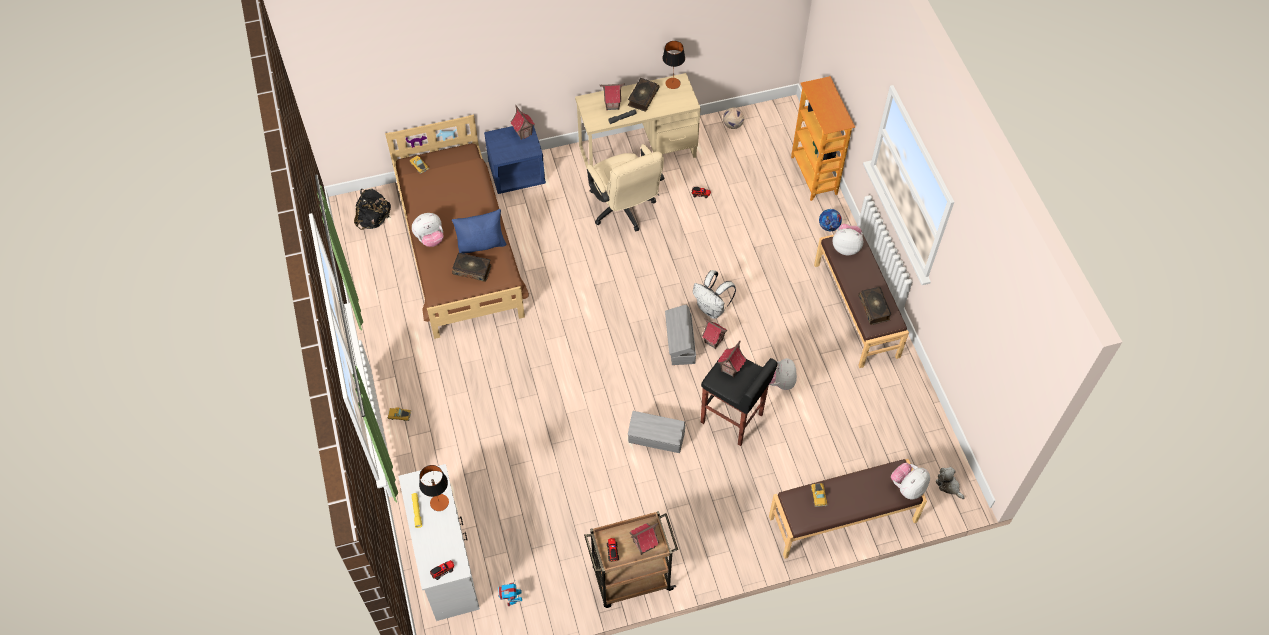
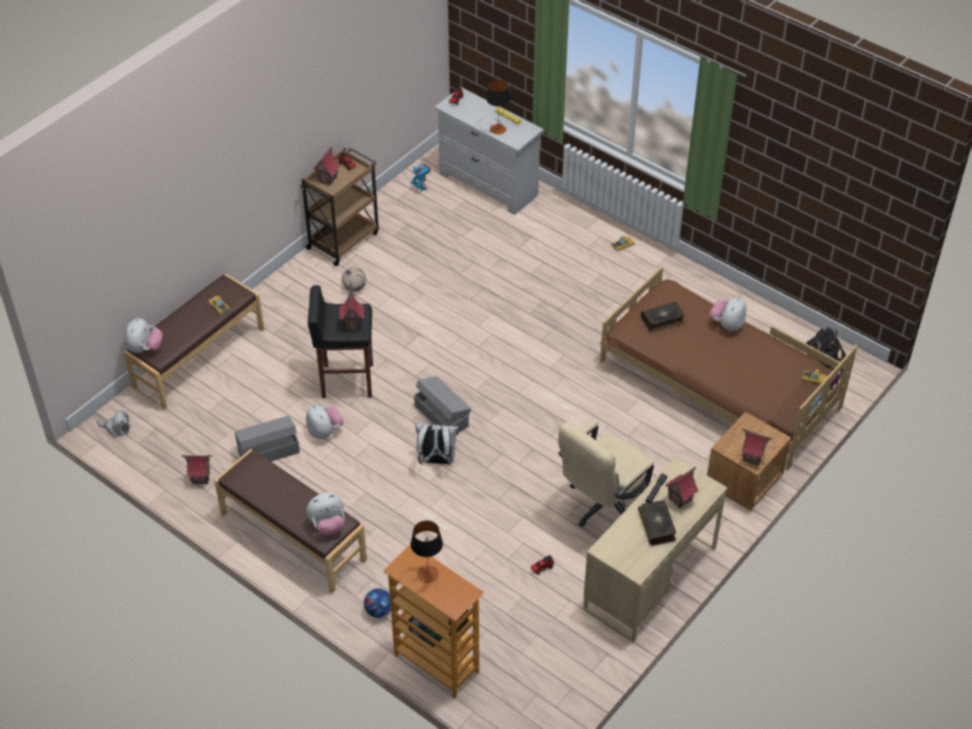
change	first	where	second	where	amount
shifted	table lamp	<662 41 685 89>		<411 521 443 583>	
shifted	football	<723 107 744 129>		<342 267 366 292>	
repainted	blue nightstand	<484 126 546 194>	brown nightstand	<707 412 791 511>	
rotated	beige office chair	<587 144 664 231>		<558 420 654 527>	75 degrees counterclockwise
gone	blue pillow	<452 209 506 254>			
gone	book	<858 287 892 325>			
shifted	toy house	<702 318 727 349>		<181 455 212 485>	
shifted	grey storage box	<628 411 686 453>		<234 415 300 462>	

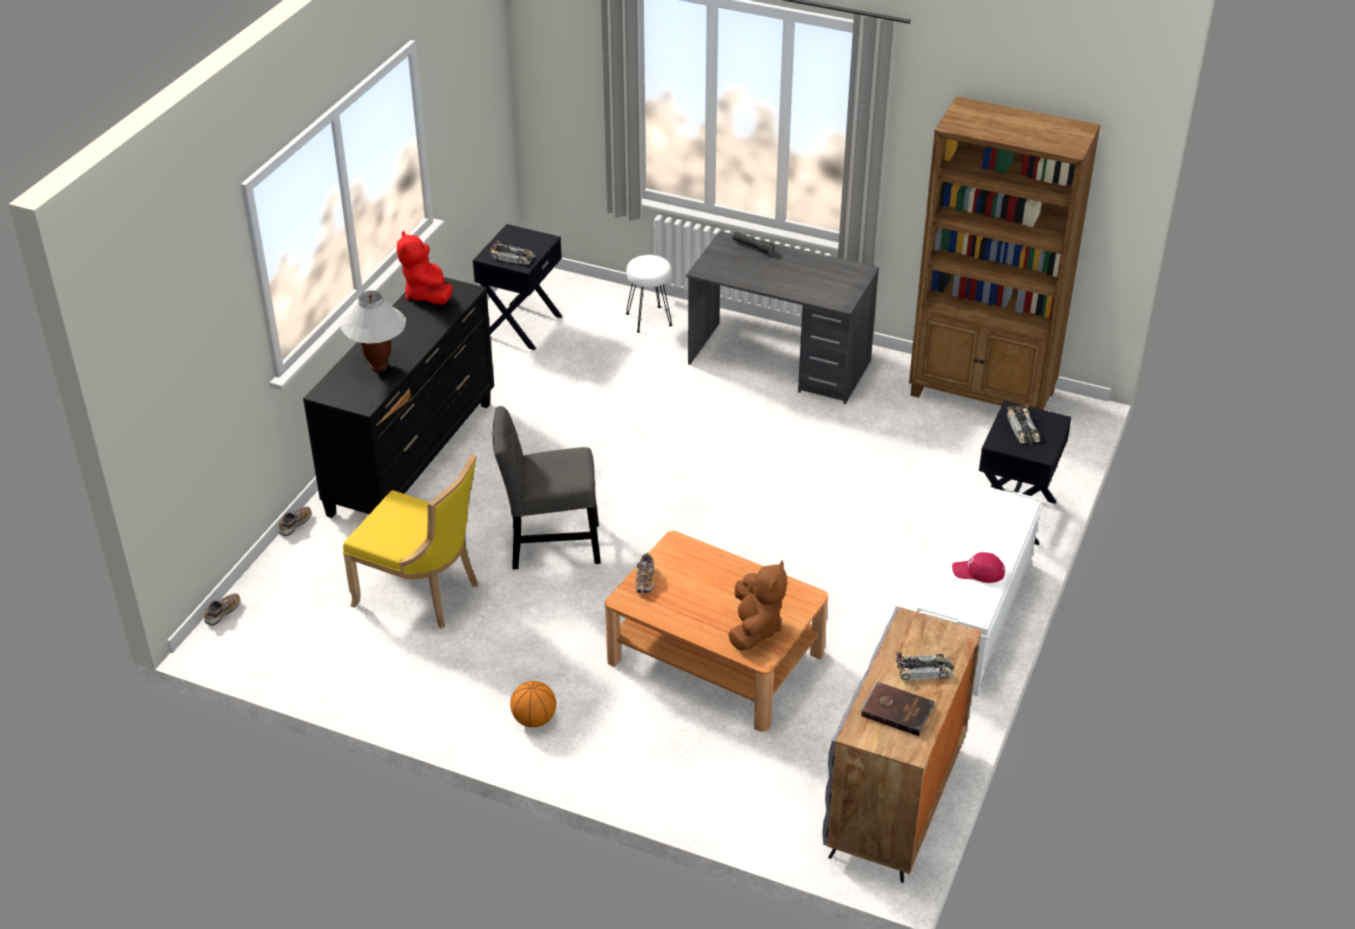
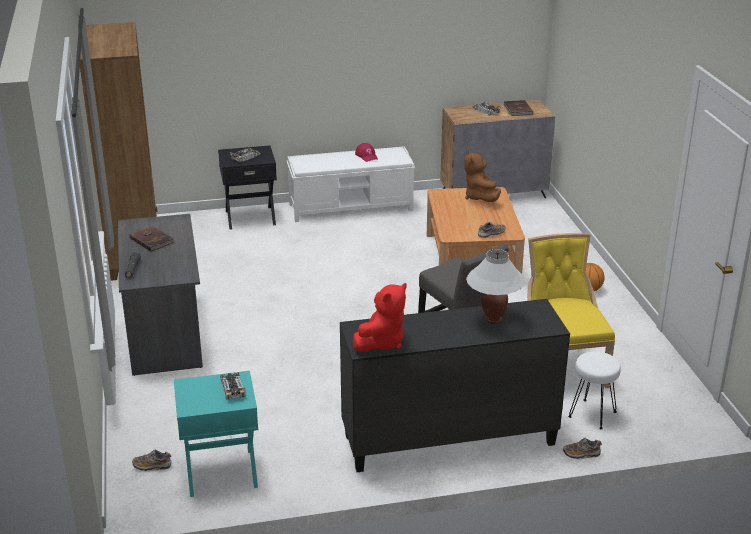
change	first	where	second	where	amount
repainted	black nightstand	<473 224 562 350>	turquoise nightstand	<174 371 258 497>	
shifted	white stool	<626 255 672 333>		<568 351 621 429>	
rotated	brown plush toy	<728 560 787 651>		<464 150 501 202>	75 degrees counterclockwise
shifted	shoe	<204 593 241 626>		<132 449 171 472>	
new			brown book	<129 226 174 252>	

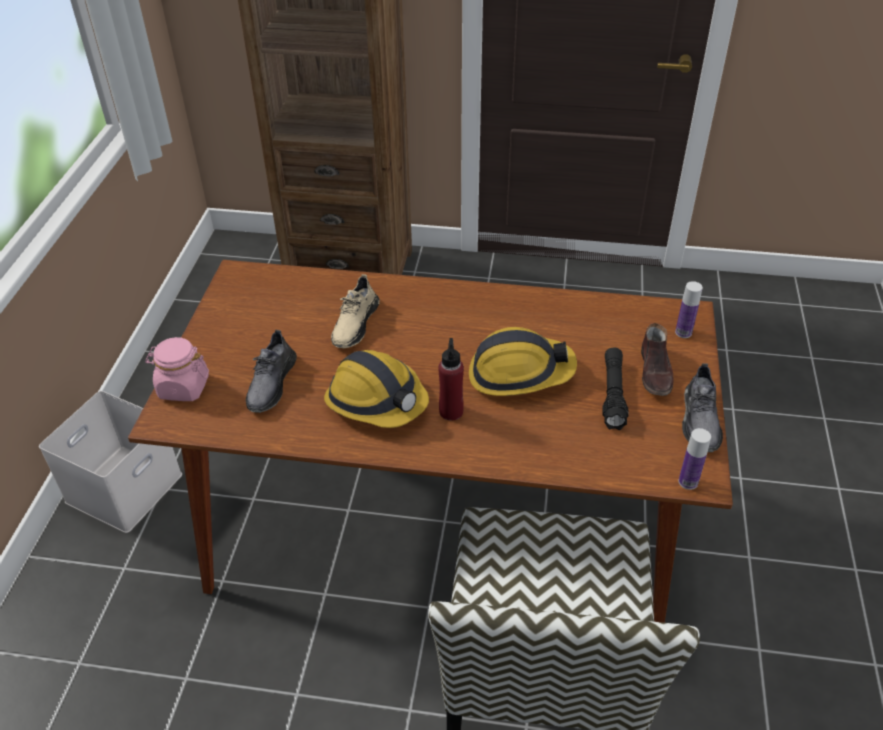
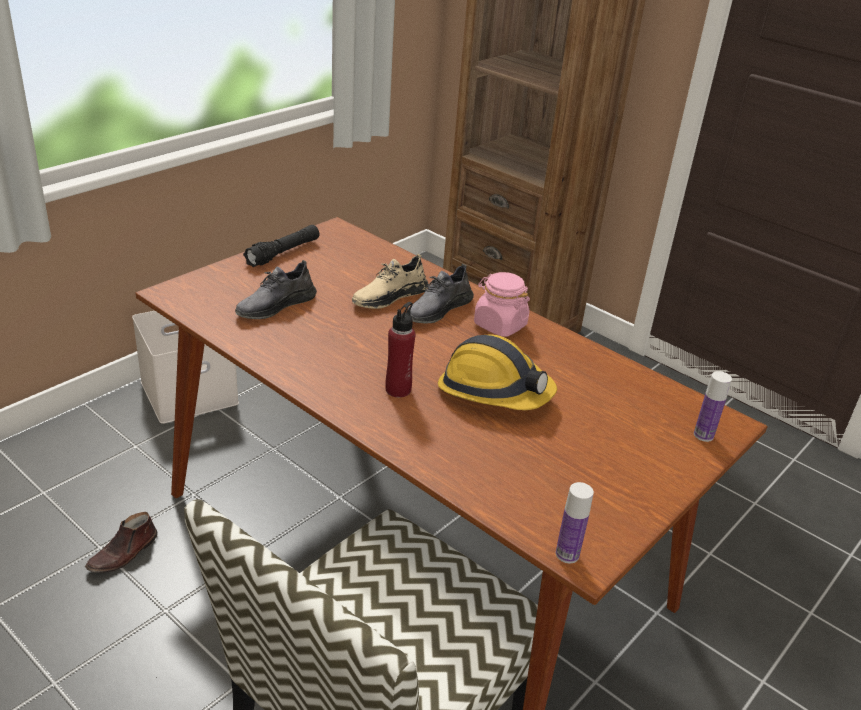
change	first	where	second	where	amount
shifted	brown shoe	<641 323 674 396>		<85 512 157 573>	
shifted	pink jar	<145 337 209 401>		<474 272 530 337>	
shifted	black flashlight	<602 348 629 430>		<243 225 320 267>	
gone	hard hat	<324 350 429 428>			
shifted	grey shoe	<682 363 723 452>		<407 264 474 323>	

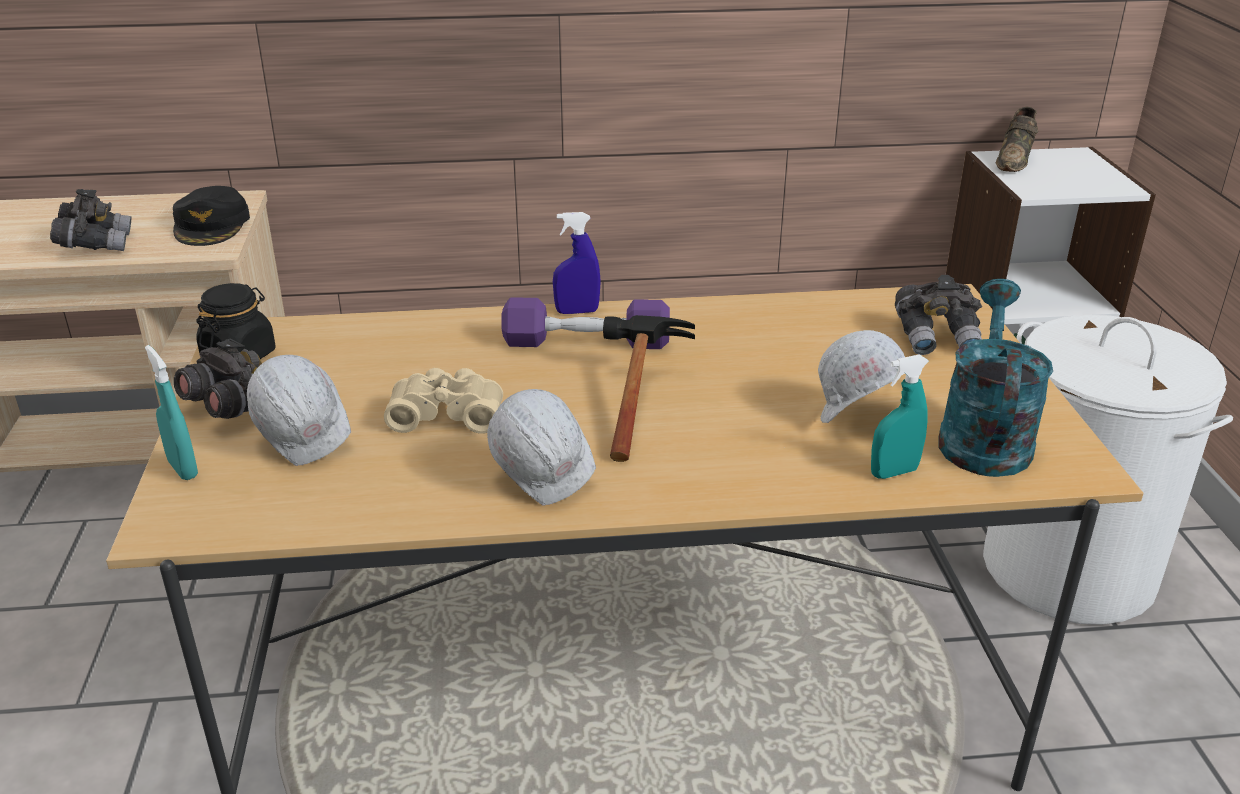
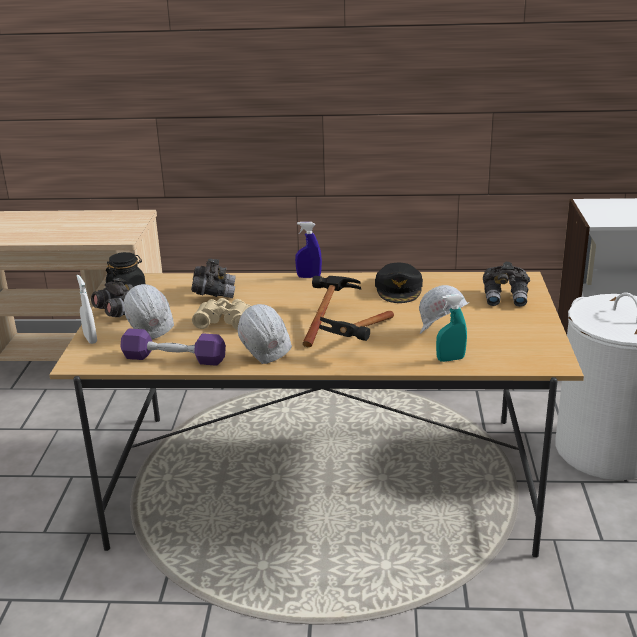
change	first	where	second	where	amount
gone	brown shoe	<996 107 1038 172>			
shifted	black cap	<173 186 250 246>		<375 263 423 303>	
shifted	grey binoculars	<50 189 131 251>		<191 259 236 298>	
gone	turquoise watering can	<938 279 1053 477>			
shifted	purple dumbbell	<501 297 670 349>		<121 328 226 366>	
repainted	turquoise spray bottle	<145 345 198 480>	white spray bottle	<77 275 97 344>	
new			hammer	<319 311 394 341>	

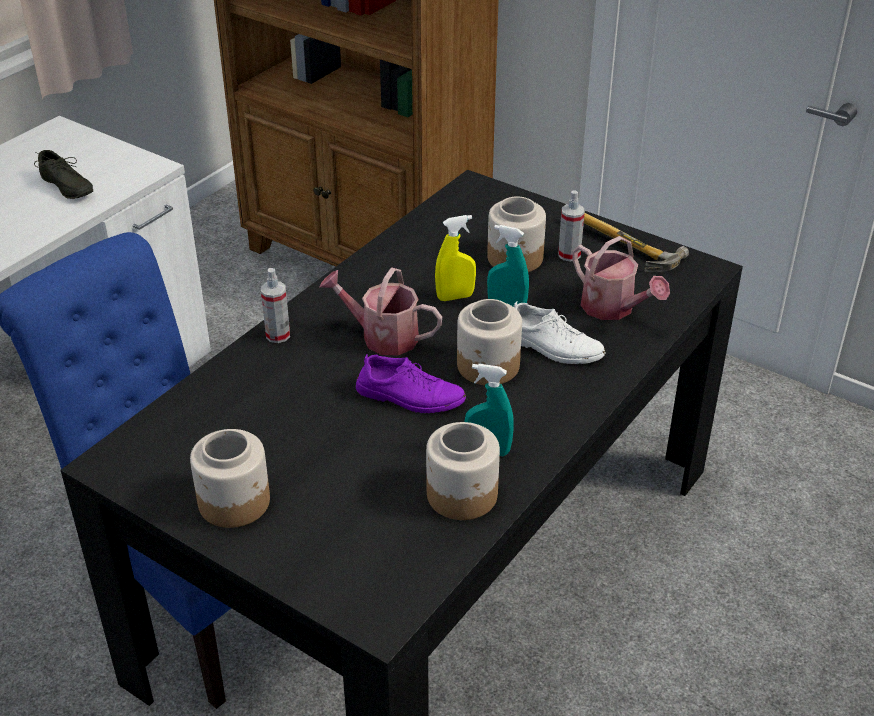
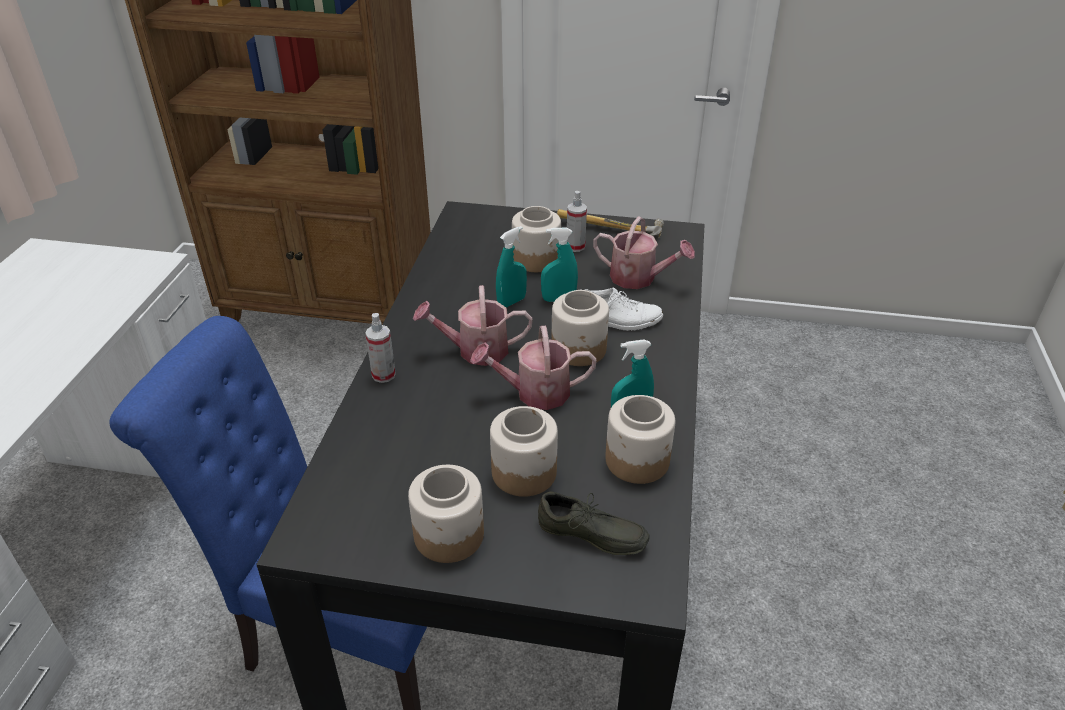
change	first	where	second	where	amount
shifted	grey shoe	<34 150 93 199>		<538 492 650 555>	
repainted	yellow spray bottle	<435 215 476 301>	turquoise spray bottle	<496 226 527 308>	
swapped	purple shoe	<356 354 466 413>	watering can	<470 326 597 410>	
new			jar	<490 406 558 497>	

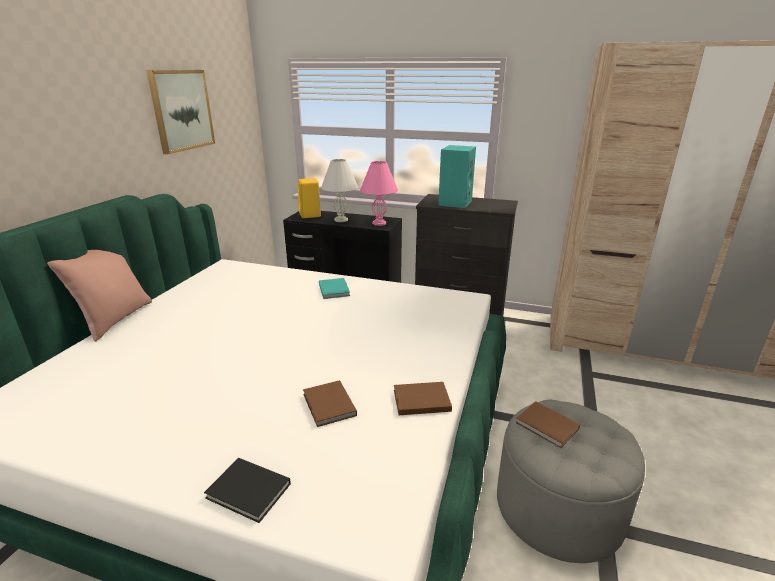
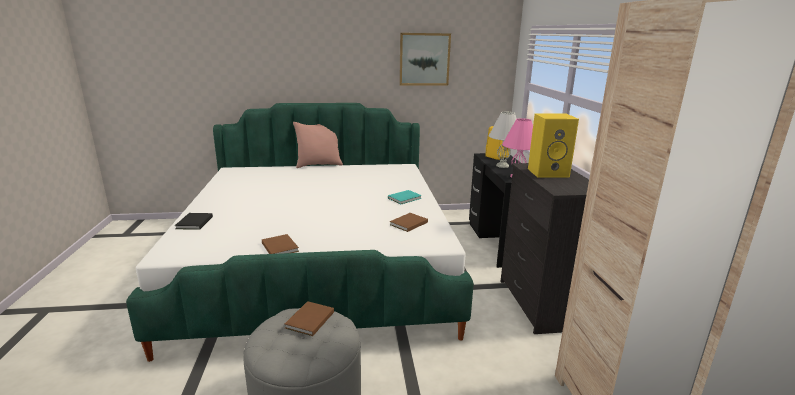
change	first	where	second	where	amount
repainted	turquoise speaker	<438 145 476 208>	yellow speaker	<528 113 579 177>	
shifted	brown book	<303 380 357 427>		<390 213 428 232>	

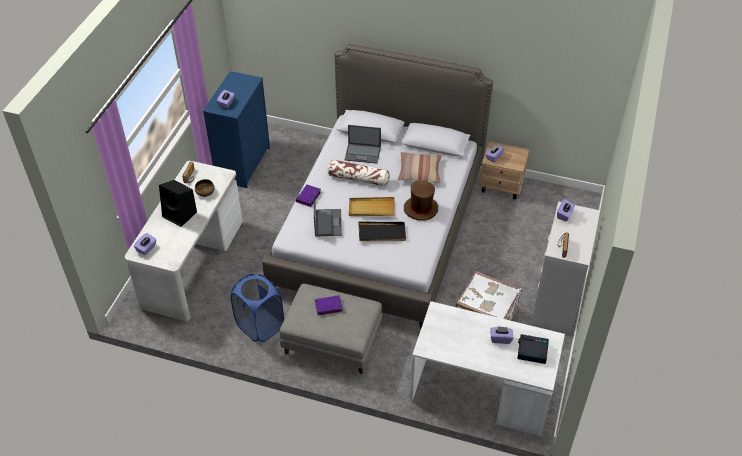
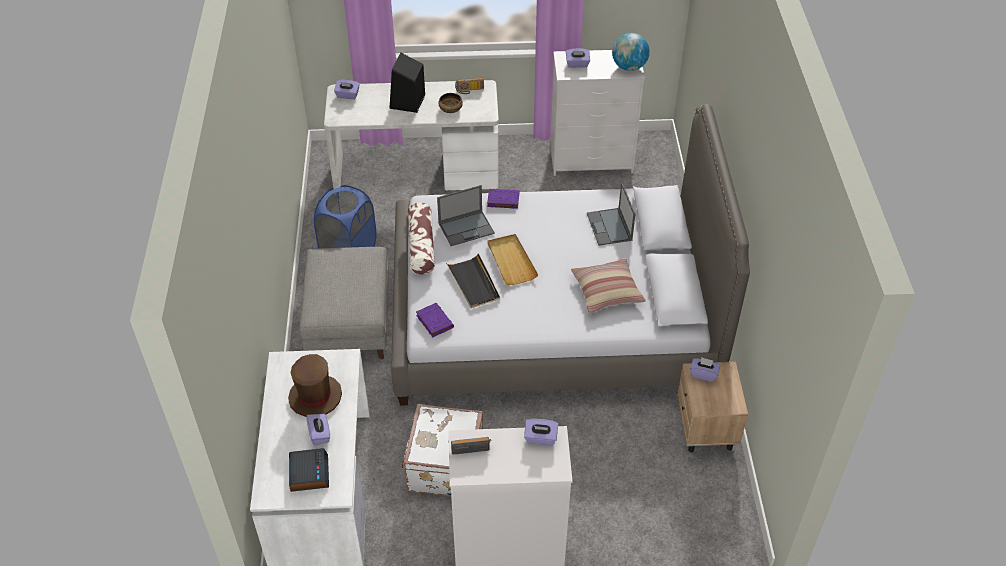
change	first	where	second	where	amount
repainted	blue dresser	<203 71 270 188>	white dresser	<550 50 645 176>	
shifted	pillow	<327 160 390 186>		<408 203 435 274>	
shifted	brown hat	<404 180 438 221>		<288 354 342 417>	
shifted	purple book	<315 295 343 315>		<416 303 454 337>	
new			globe	<612 33 650 71>	

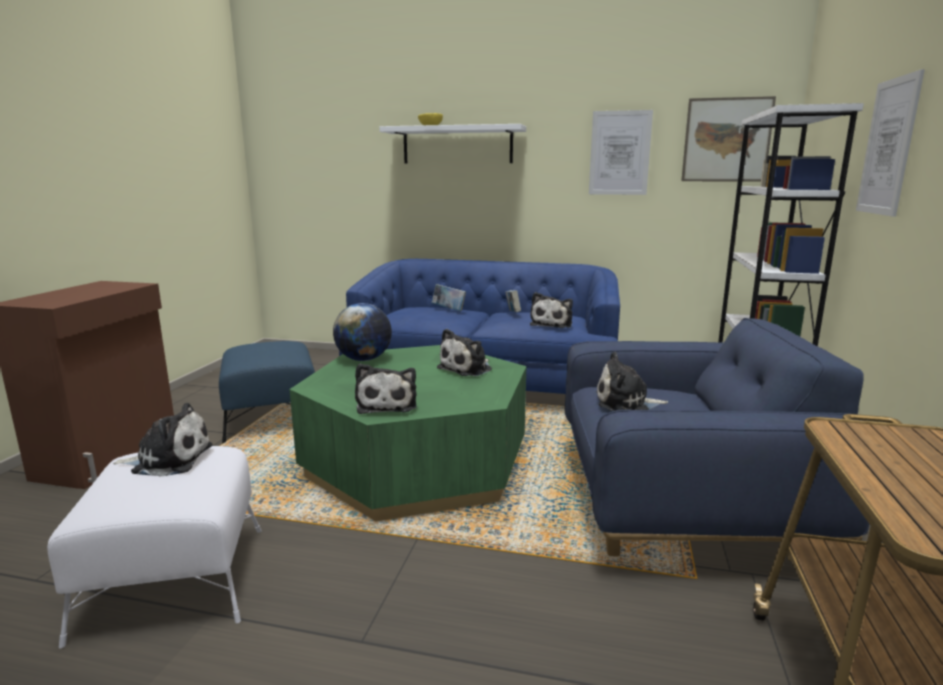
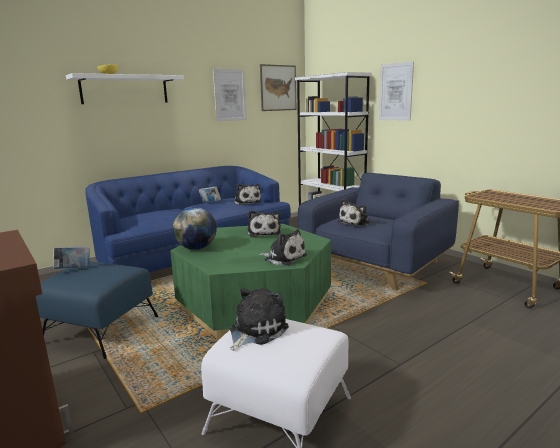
change	first	where	second	where	amount
shifted	book	<432 284 466 311>		<53 247 90 269>	

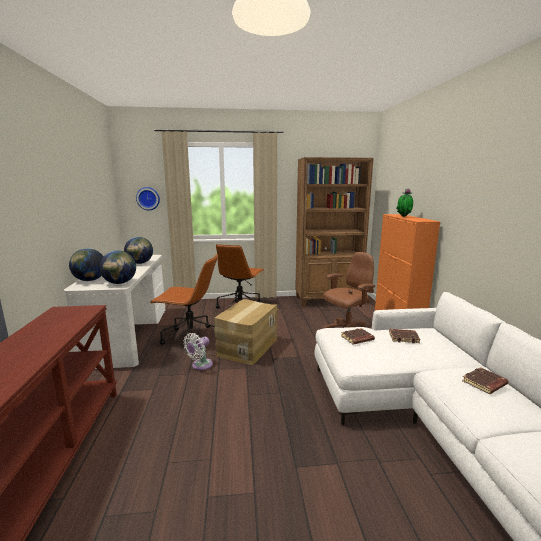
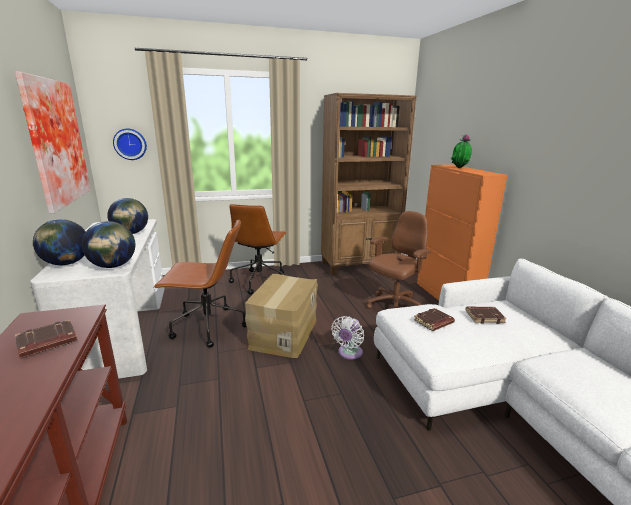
change	first	where	second	where	amount
shifted	white fan	<183 333 213 370>		<331 316 364 360>	
shifted	brown book	<462 367 508 394>		<15 319 77 358>	
new			picture	<15 71 91 214>	

